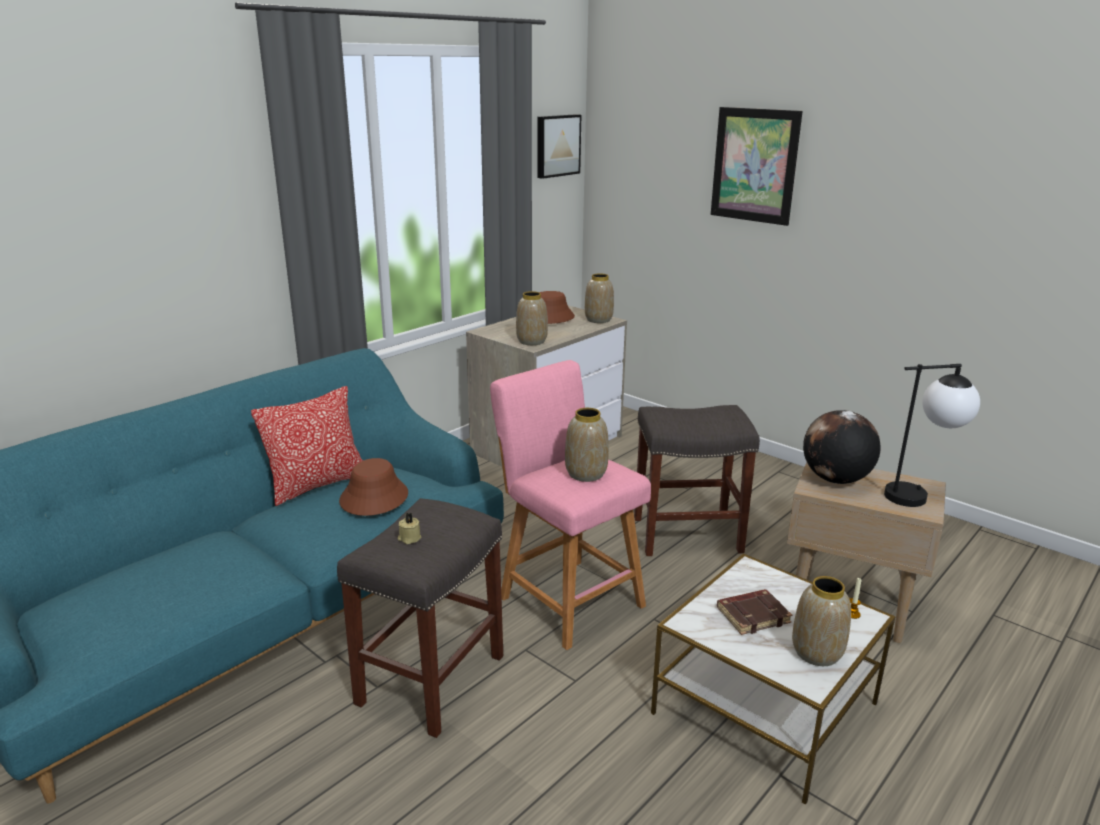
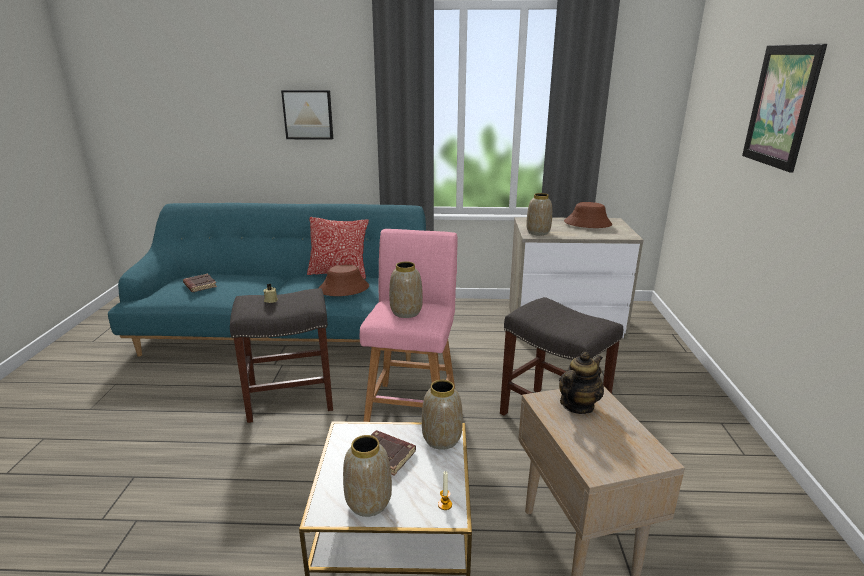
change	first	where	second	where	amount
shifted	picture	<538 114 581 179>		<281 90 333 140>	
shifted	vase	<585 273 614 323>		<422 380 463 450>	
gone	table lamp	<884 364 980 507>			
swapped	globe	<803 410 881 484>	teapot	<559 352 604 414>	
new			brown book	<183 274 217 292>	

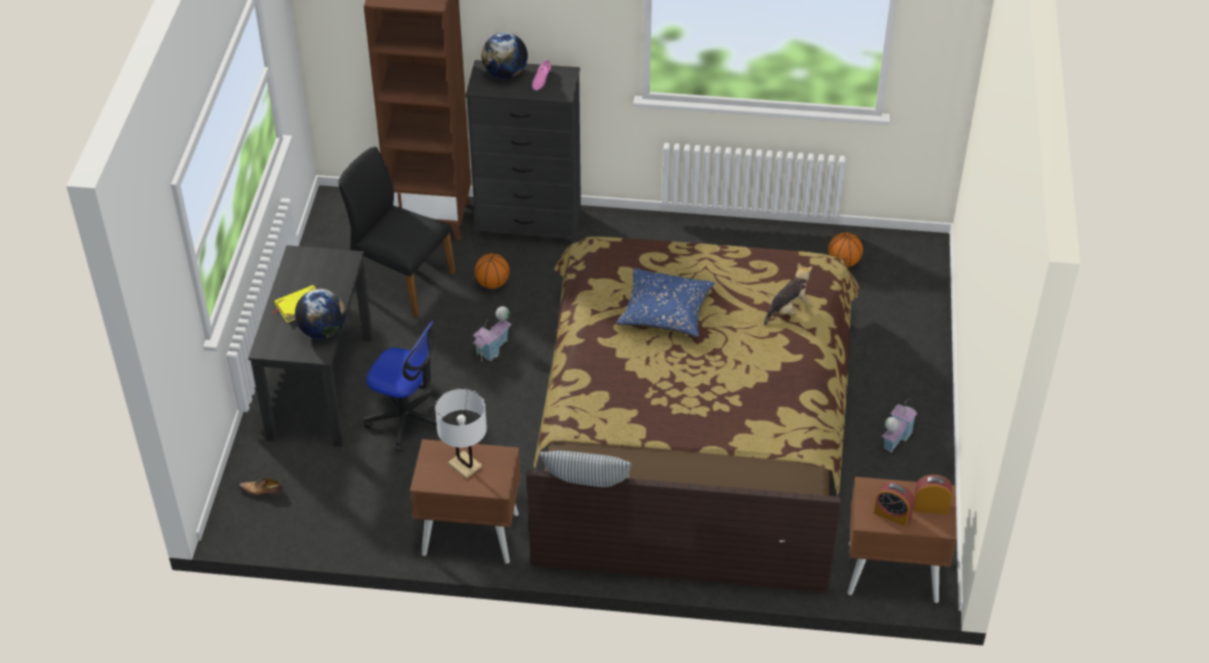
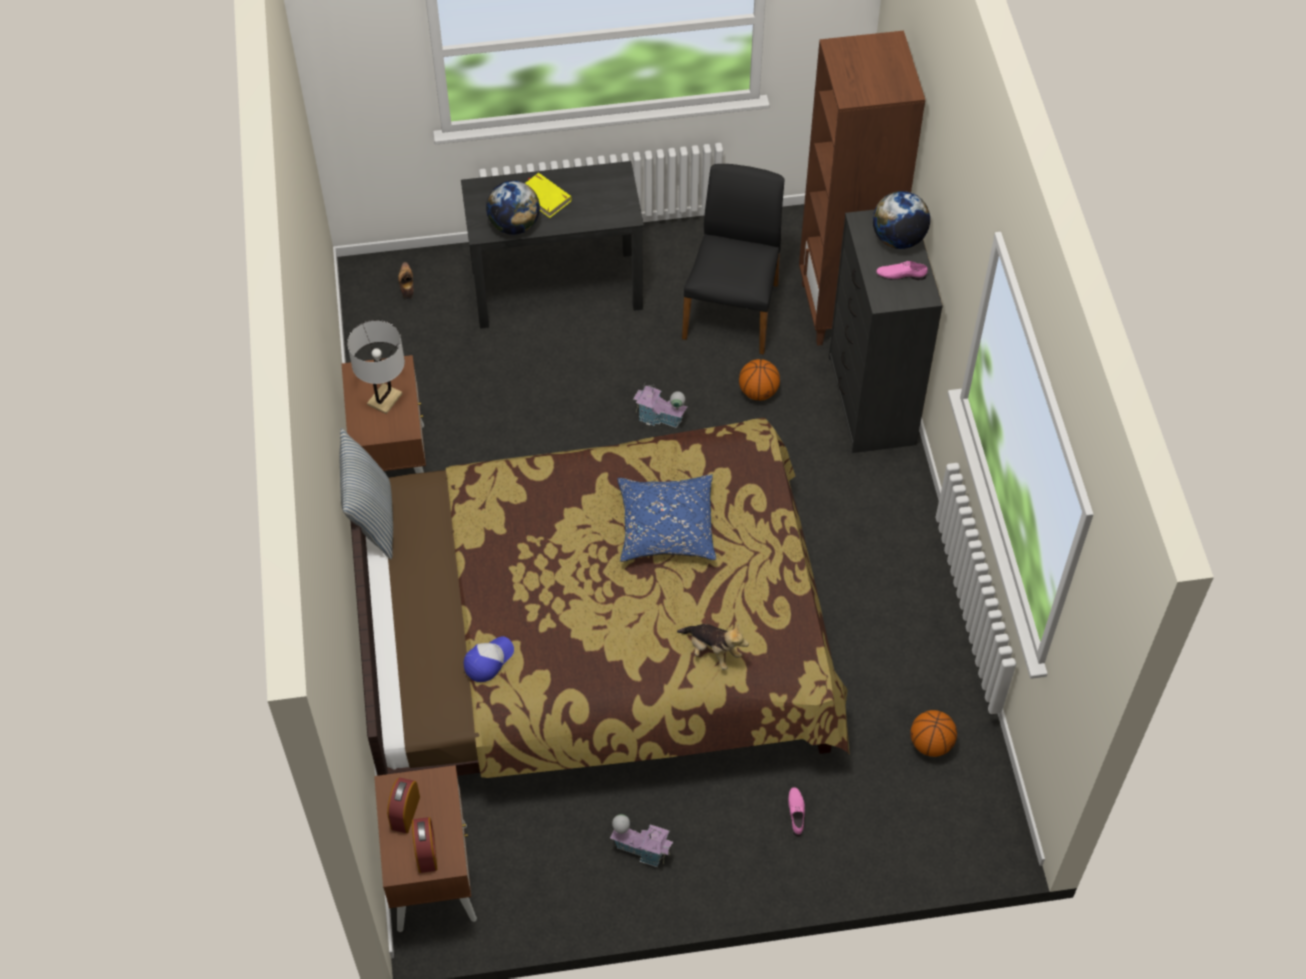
change	first	where	second	where	amount
gone	office chair	<364 321 439 452>			
new			cap	<464 636 514 682>	
new			pink shoe	<788 787 805 837>	

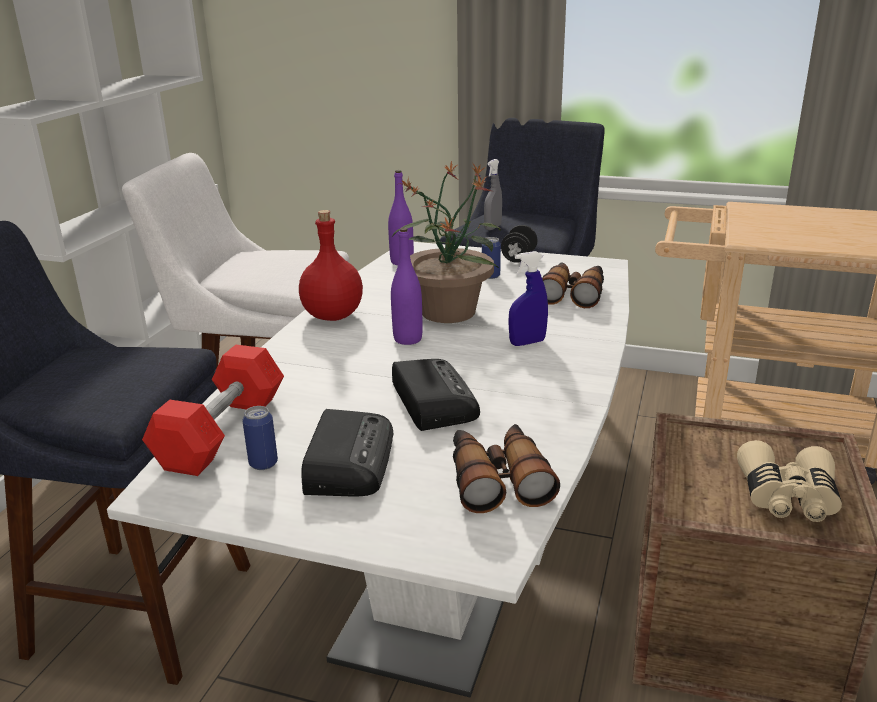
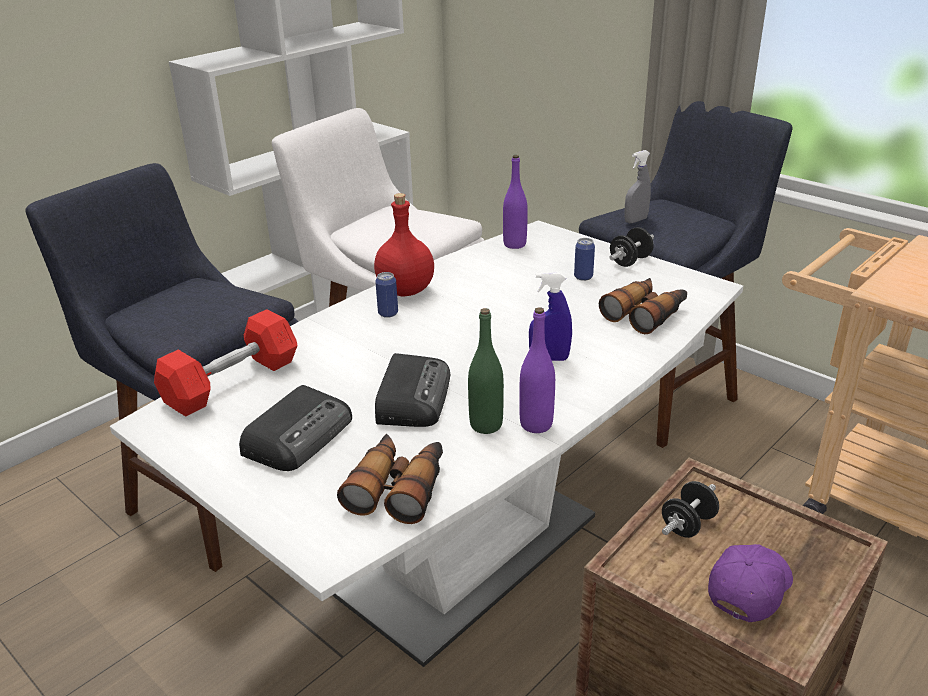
change	first	where	second	where	amount
gone	potted plant	<392 160 501 323>			
shifted	purple bottle	<391 228 423 345>		<519 307 555 433>	
shifted	can	<242 406 278 470>		<375 272 398 318>	
swapped	beige binoculars	<737 440 842 522>	purple cap	<708 544 793 622>	
new			green bottle	<468 308 504 434>	
new			black dumbbell	<662 481 719 538>	

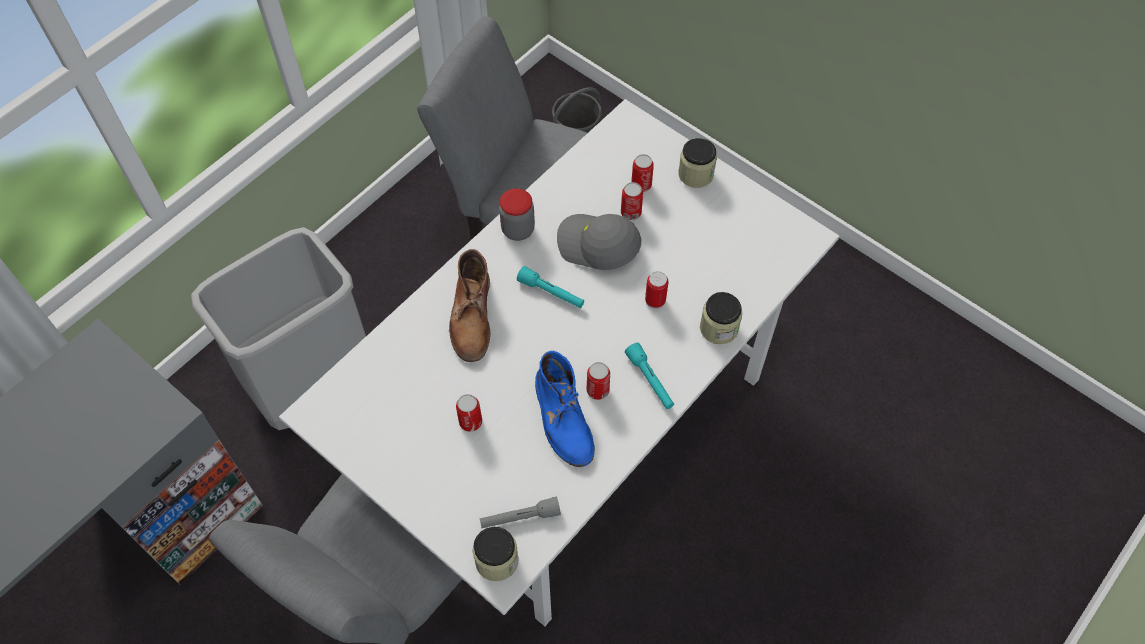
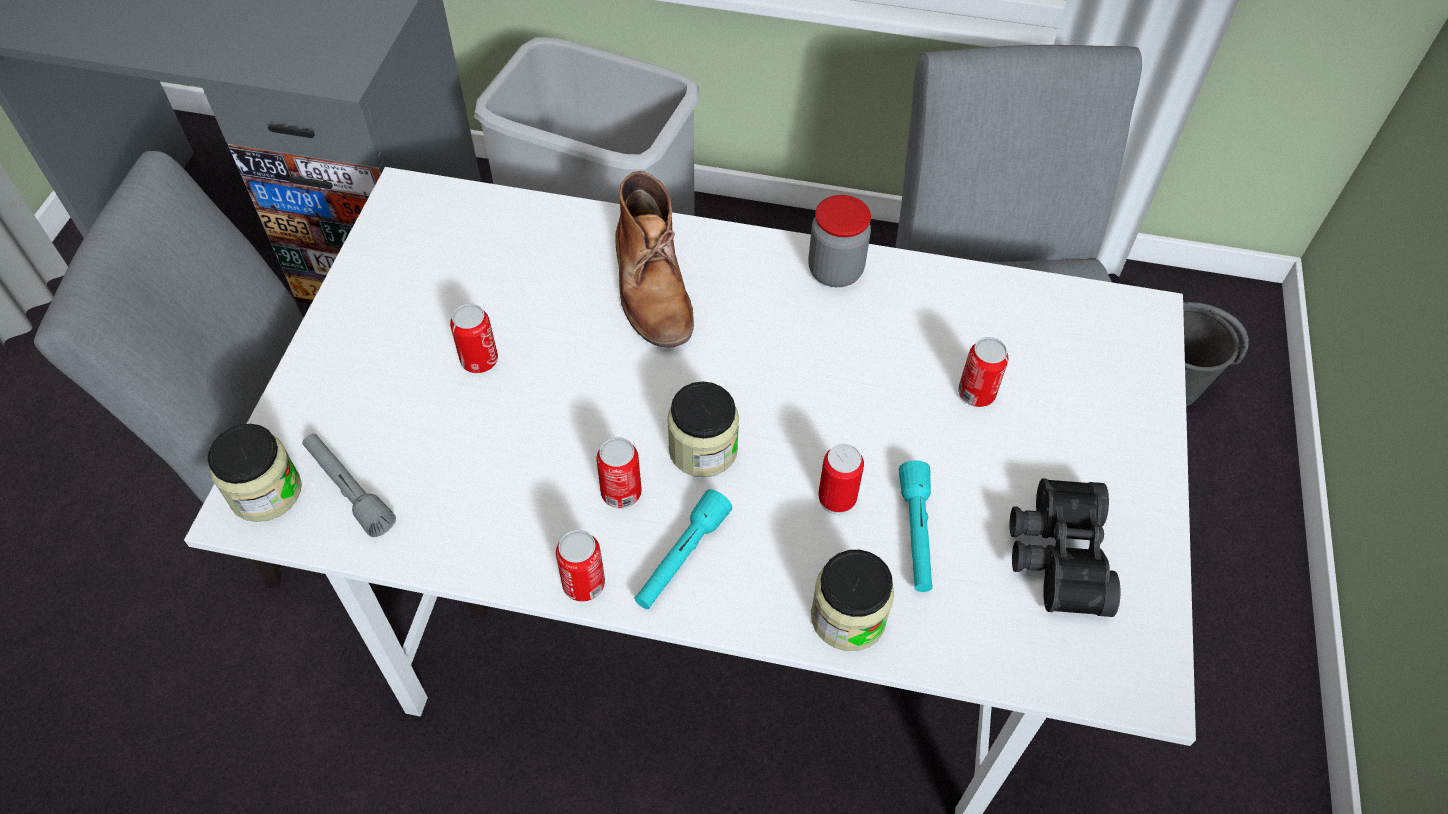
change	first	where	second	where	amount
shifted	jar	<678 138 717 188>		<667 381 739 478>	
shifted	can	<631 154 654 192>		<556 530 605 602>	
gone	grey cap	<557 214 641 270>			
rotated	brown boot	<449 249 490 362>		<615 171 694 348>	75 degrees counterclockwise
shifted	turquoise flashlight	<517 266 584 308>		<899 460 933 592>	
gone	blue boot	<535 351 595 467>			
new			black binoculars	<1010 478 1120 617>	

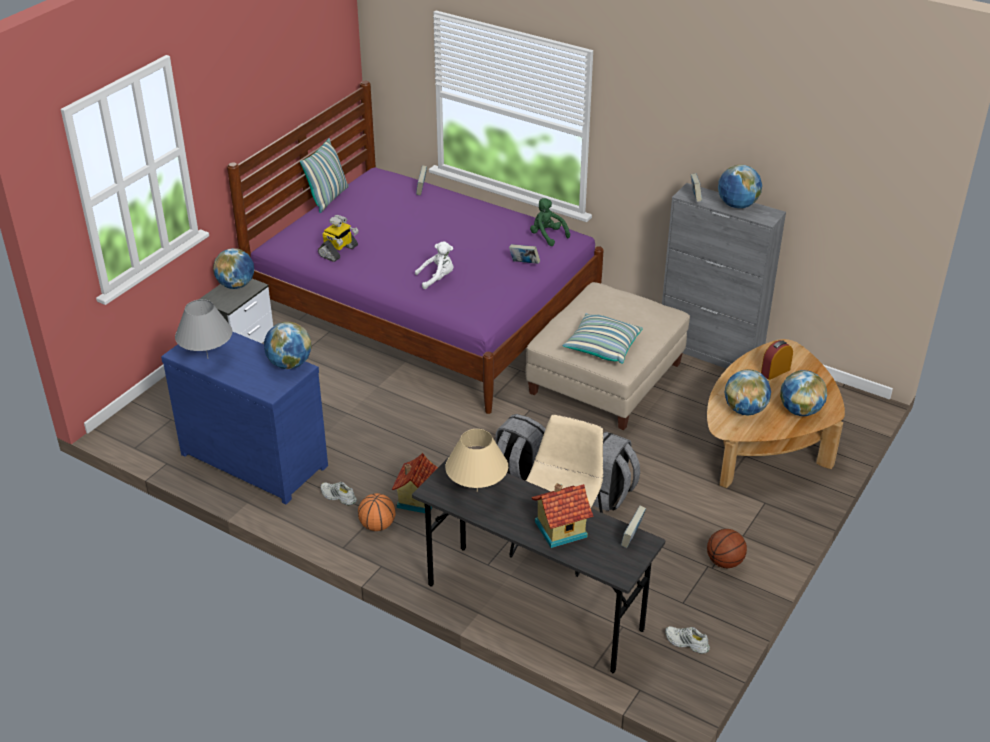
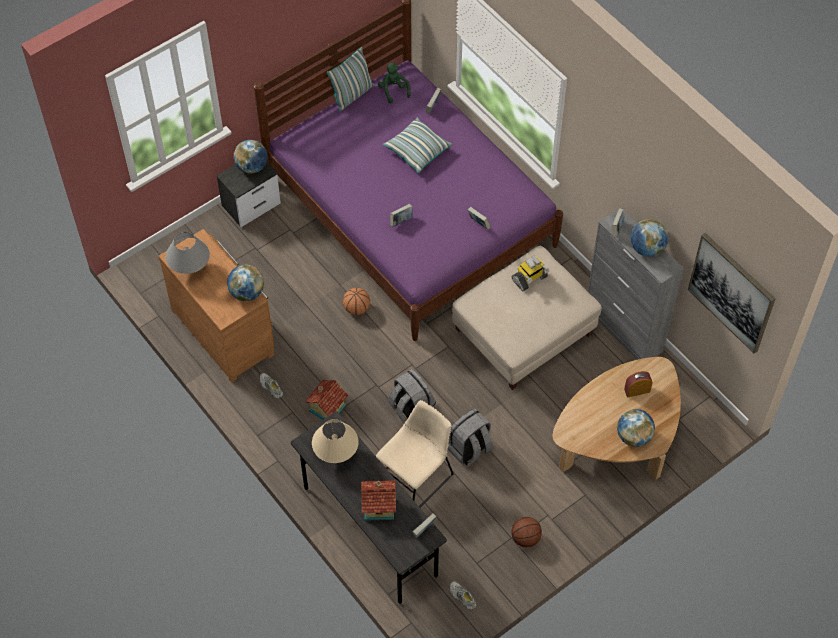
change	first	where	second	where	amount
shifted	green plush toy	<530 198 570 246>		<378 62 411 104>	
shifted	toy robot	<318 215 359 262>		<512 255 550 291>	
swapped	white plush toy	<415 241 454 289>	book	<390 204 413 227>	
shifted	pillow	<563 313 642 364>		<383 117 452 173>	
repainted	blue dresser	<161 331 328 504>	brown dresser	<158 229 274 383>	
gone	globe	<725 369 771 415>			
shifted	basketball	<358 493 396 531>		<343 288 370 315>	
new			picture	<688 233 775 354>	

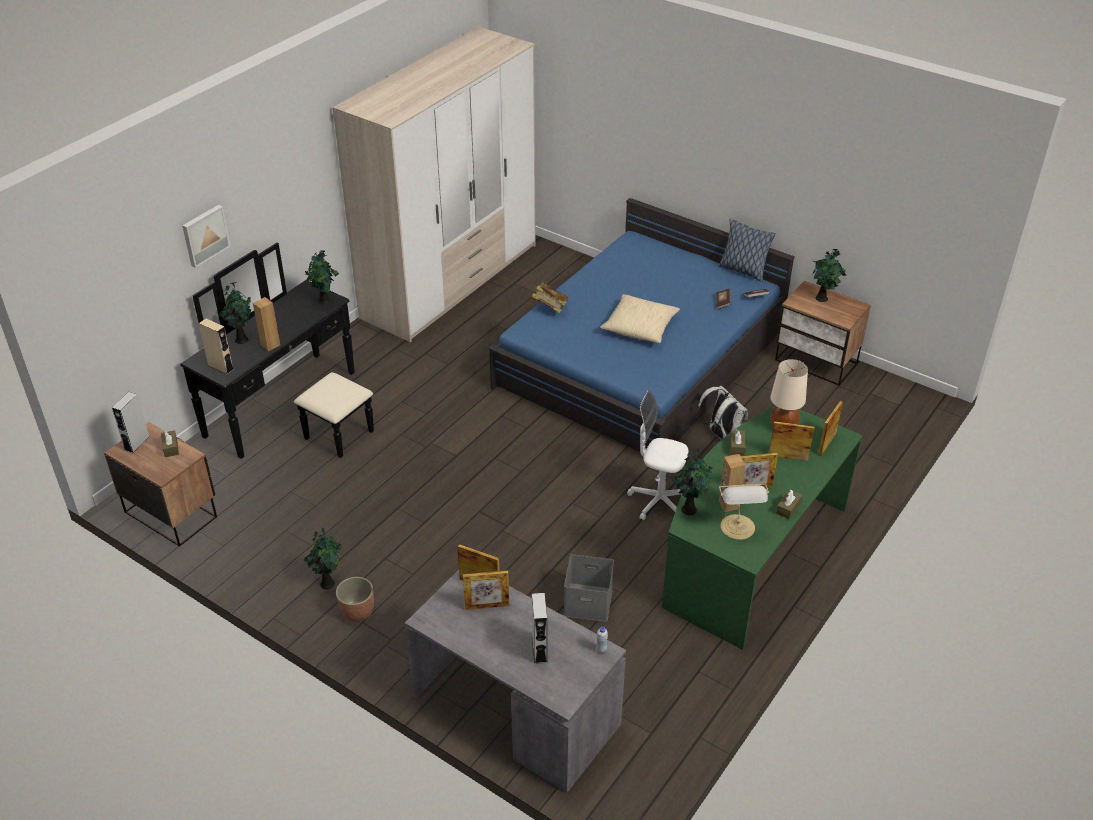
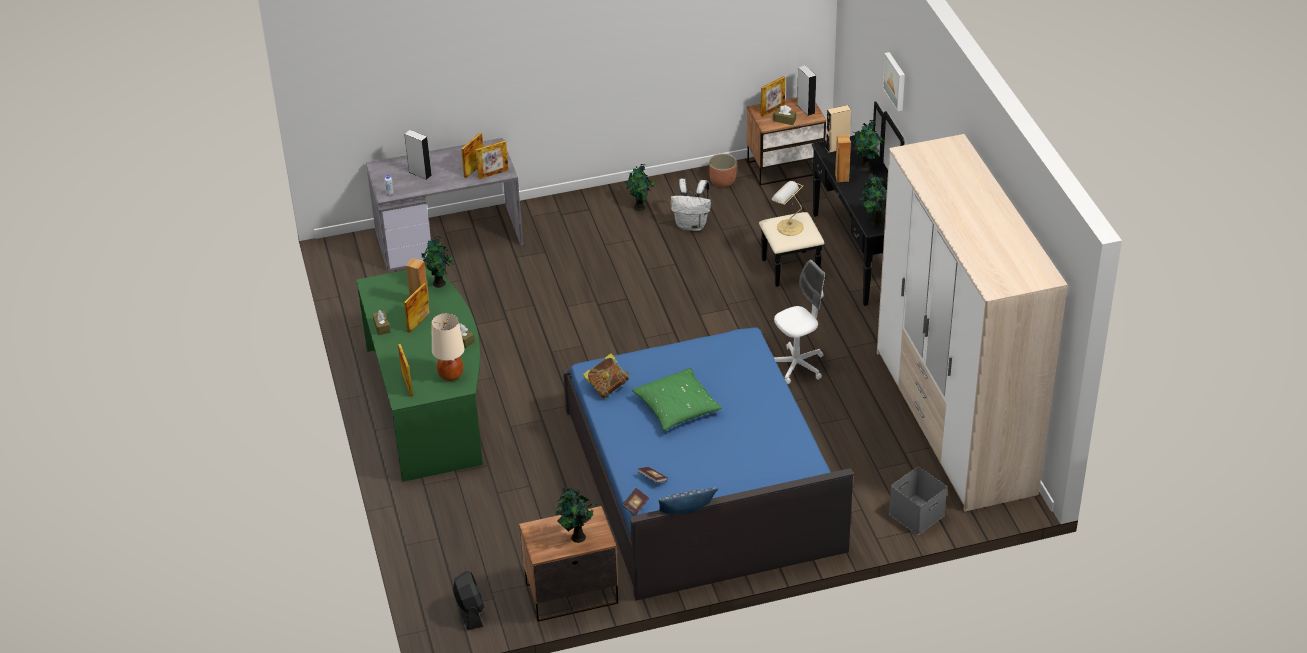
change	first	where	second	where	amount
shifted	book	<532 283 569 313>		<583 353 630 399>	
repainted	beige pillow	<600 294 680 343>	green pillow	<632 368 722 431>	
shifted	white backpack	<696 386 748 439>		<671 178 711 231>	
shifted	white office chair	<627 390 689 520>		<774 260 825 384>	
shifted	picture frame	<769 421 814 461>		<761 76 785 117>	
shifted	table lamp	<719 484 769 540>		<772 181 804 236>	
shifted	grey storage box	<564 554 614 622>		<889 467 947 535>	
shifted	planter	<336 577 374 622>		<709 154 737 187>	
new			black fan	<453 571 484 630>	

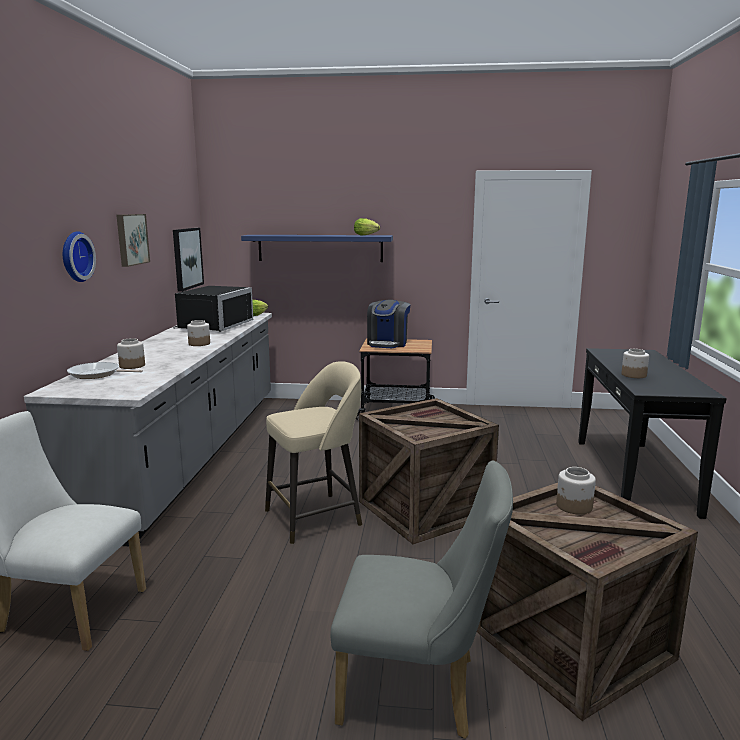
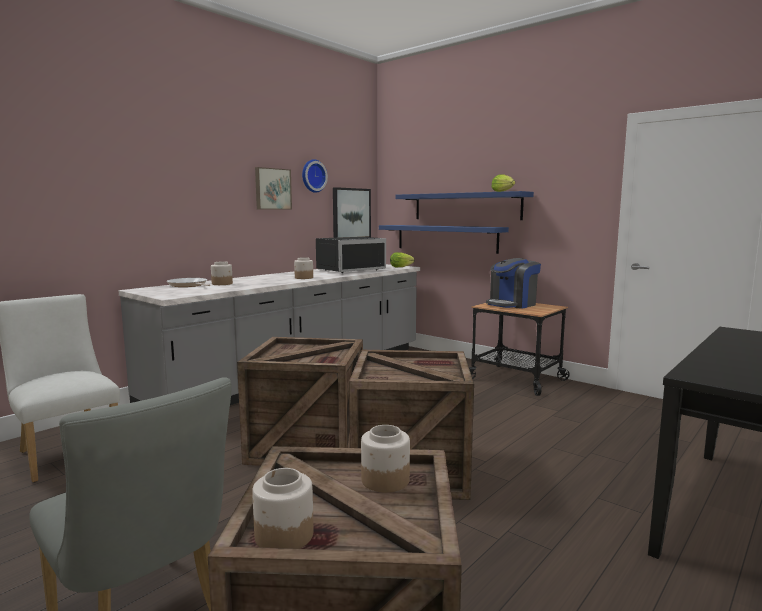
change	first	where	second	where	amount
shifted	wall clock	<63 231 96 282>		<302 159 328 193>	
shifted	jar	<621 349 649 378>		<252 468 314 549>	
swapped	beige stool	<265 361 362 544>	crate	<237 337 363 466>	
new			blue shelf	<379 225 509 254>	

